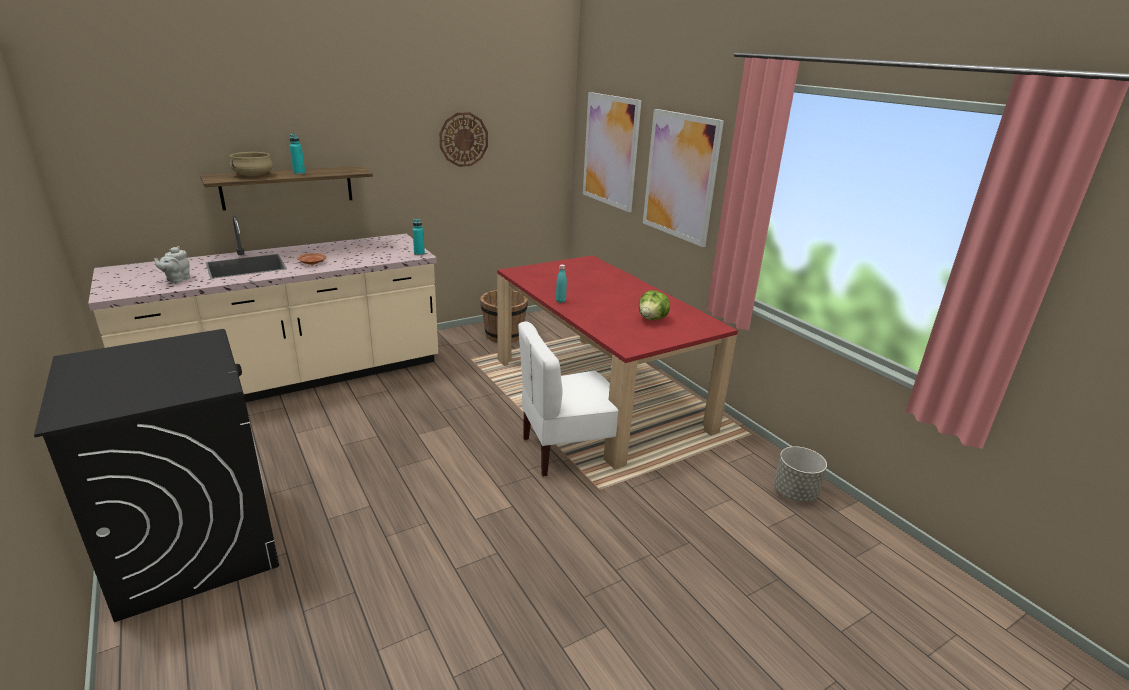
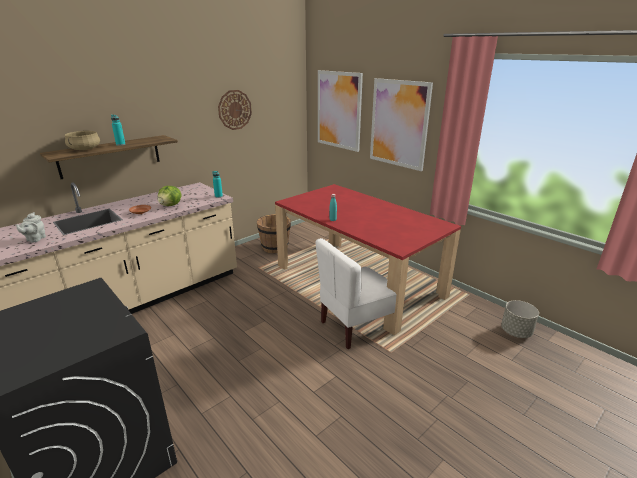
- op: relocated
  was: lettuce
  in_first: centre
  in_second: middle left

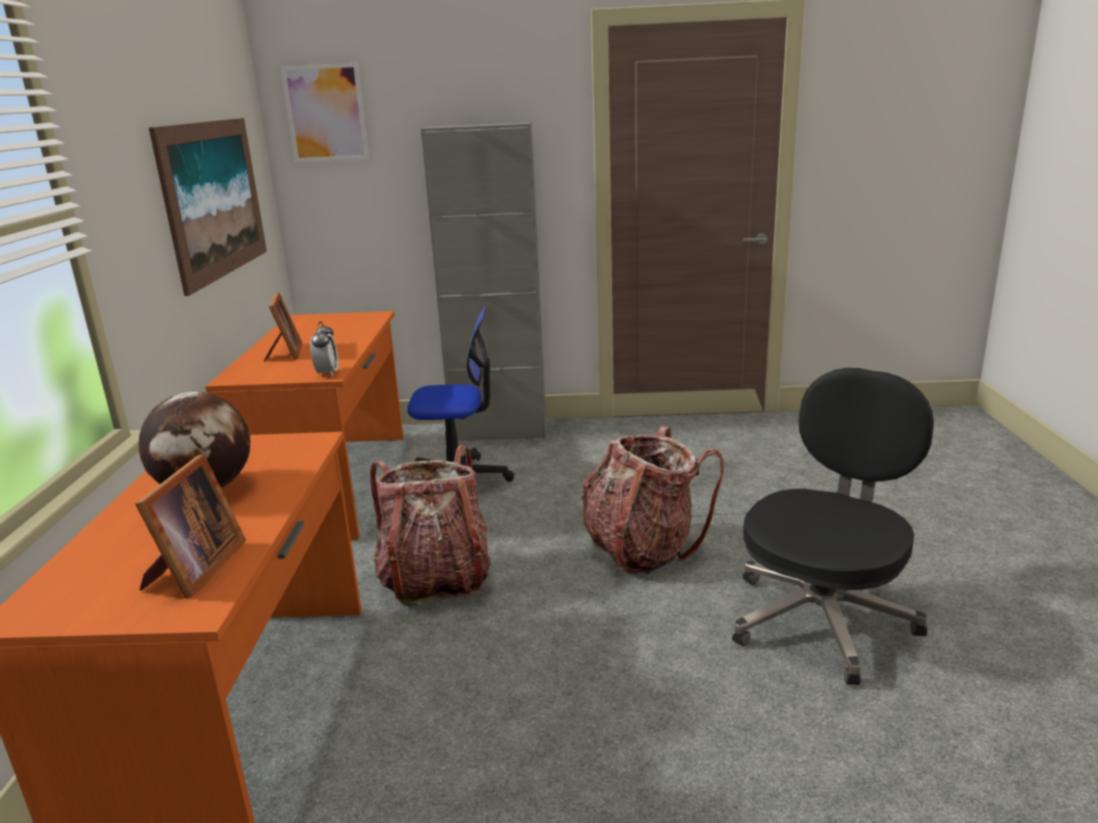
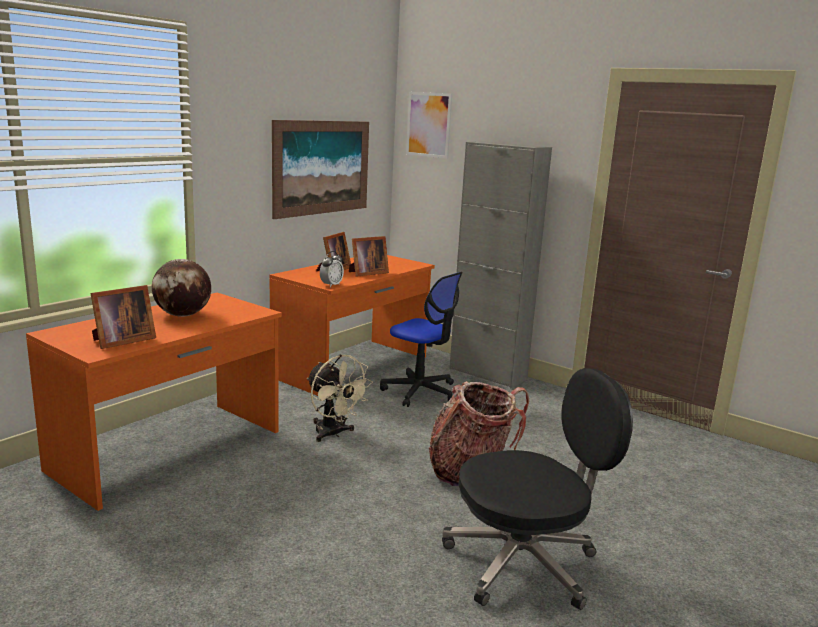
- op: exchanged
  was: backpack (no. 1 from left)
  now: beige fan
  in_first: centre
  in_second: centre
- op: appeared
  now: picture frame (no. 3 from left)
  in_second: centre

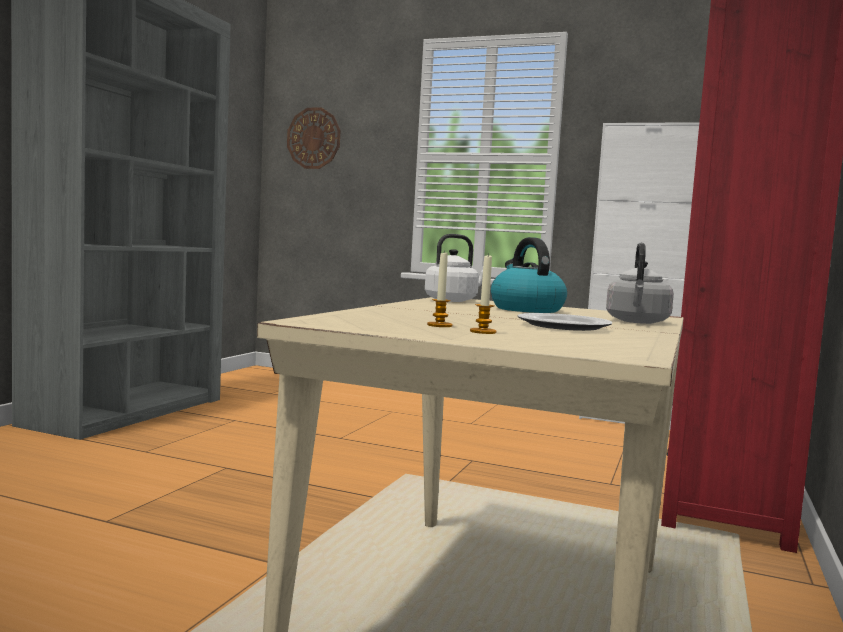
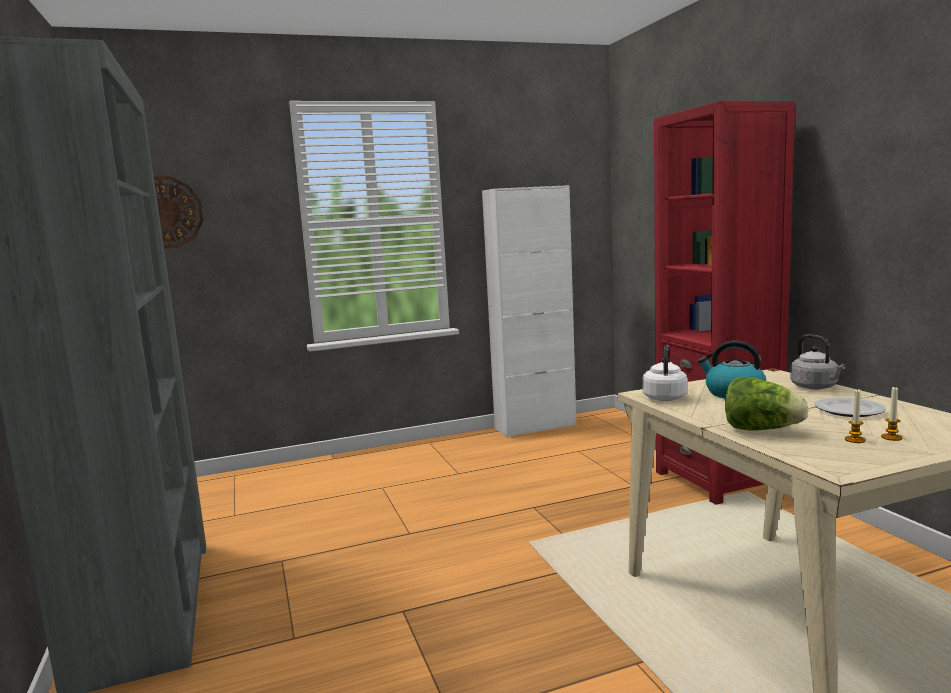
- op: appeared
  now: lettuce
  in_second: middle right

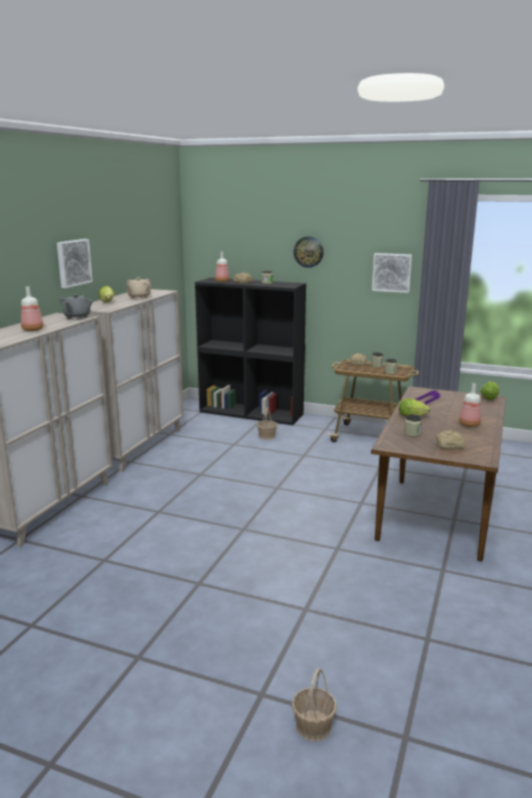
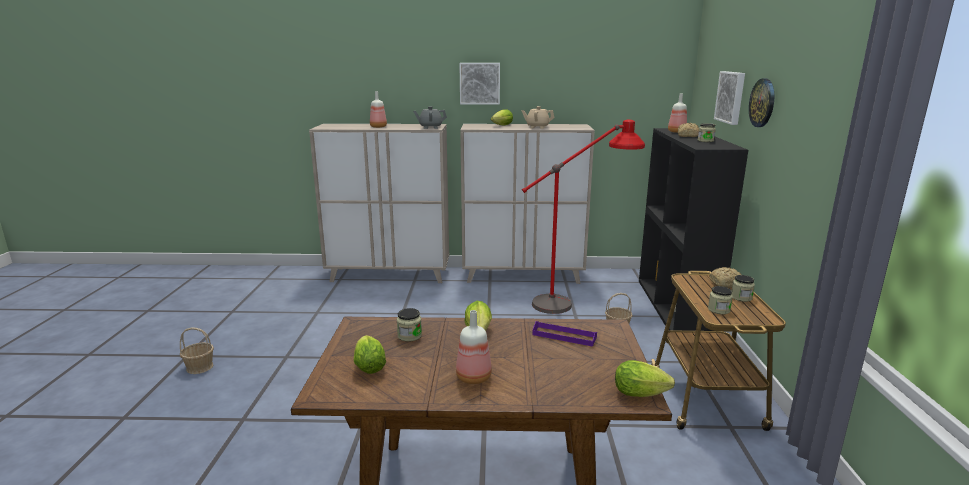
- op: relocated
  was: basket (no. 2 from left in the first image)
  now: basket (no. 1 from left)
  in_first: bottom centre
  in_second: bottom left
- op: relocated
  was: picture (no. 2 from left)
  in_first: middle right
  in_second: top right
- op: exchanged
  was: bread (no. 3 from left)
  now: lettuce (no. 1 from left)
  in_first: middle right
  in_second: bottom centre
- op: appeared
  now: red floor lamp
  in_second: centre

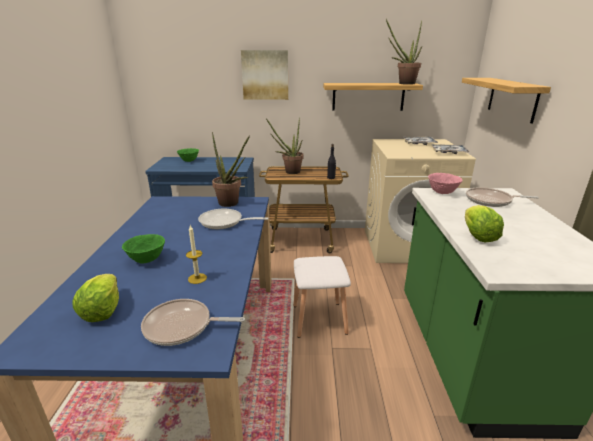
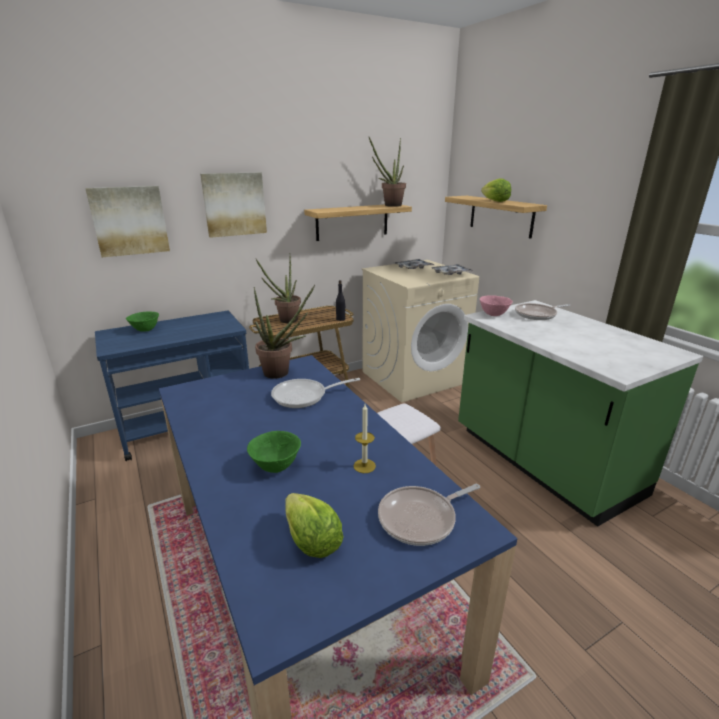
- op: relocated
  was: lettuce (no. 2 from left)
  in_first: middle right
  in_second: top right
- op: appeared
  now: picture (no. 1 from left)
  in_second: top left

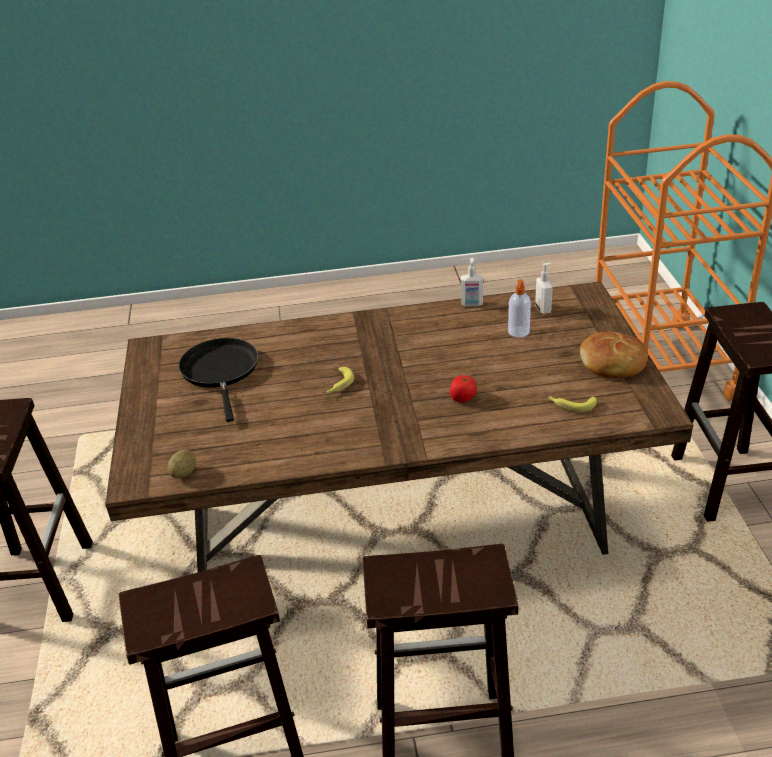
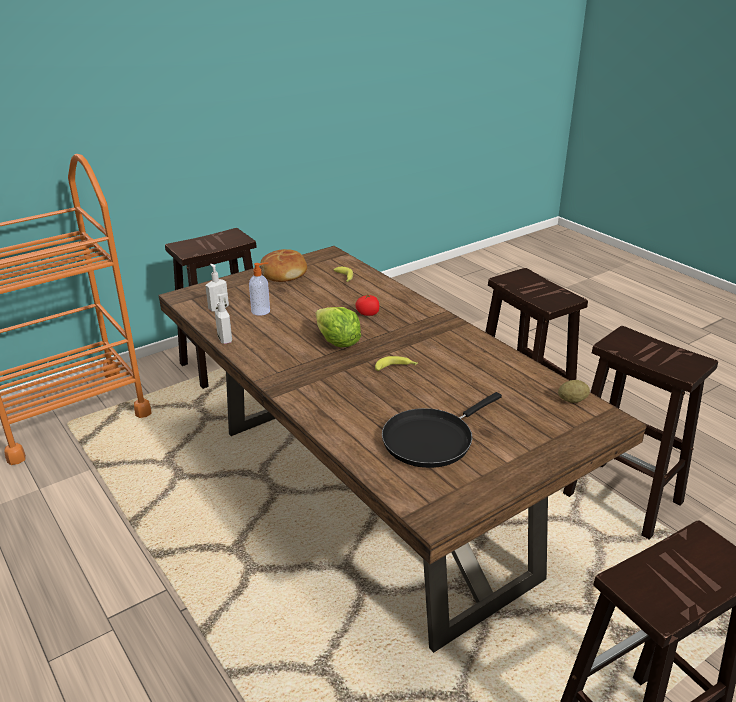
- op: appeared
  now: lettuce
  in_second: centre

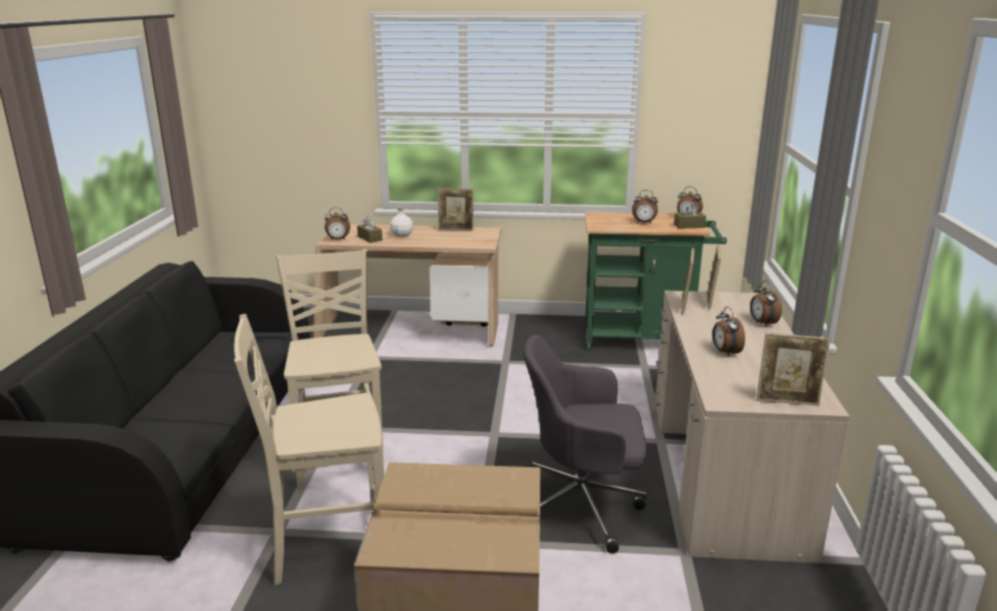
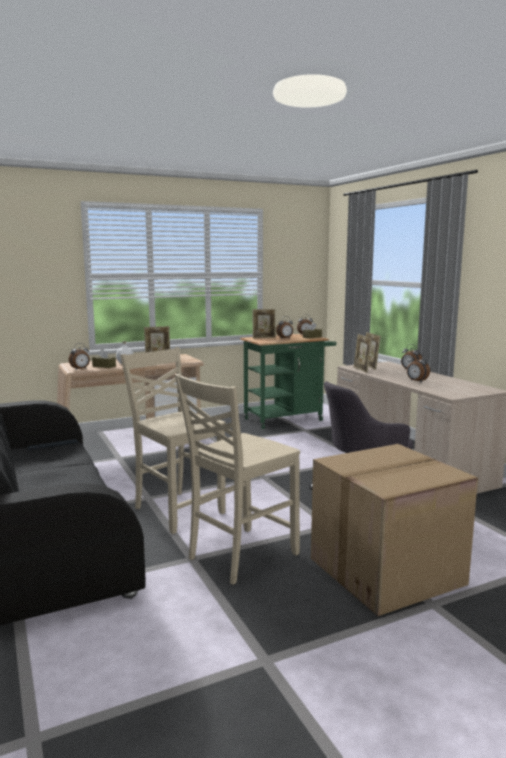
- op: relocated
  was: picture frame (no. 4 from left in the first image)
  now: picture frame (no. 2 from left)
  in_first: middle right
  in_second: centre

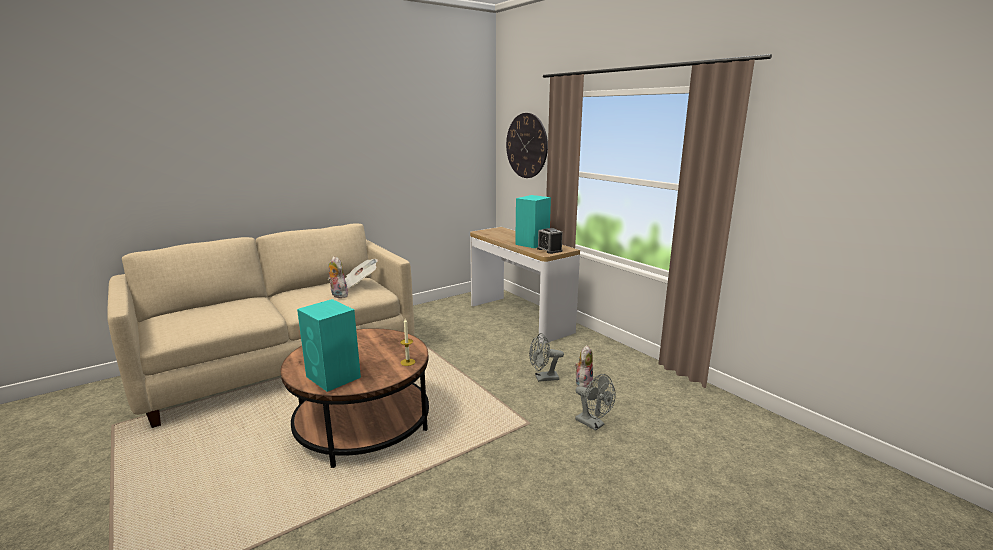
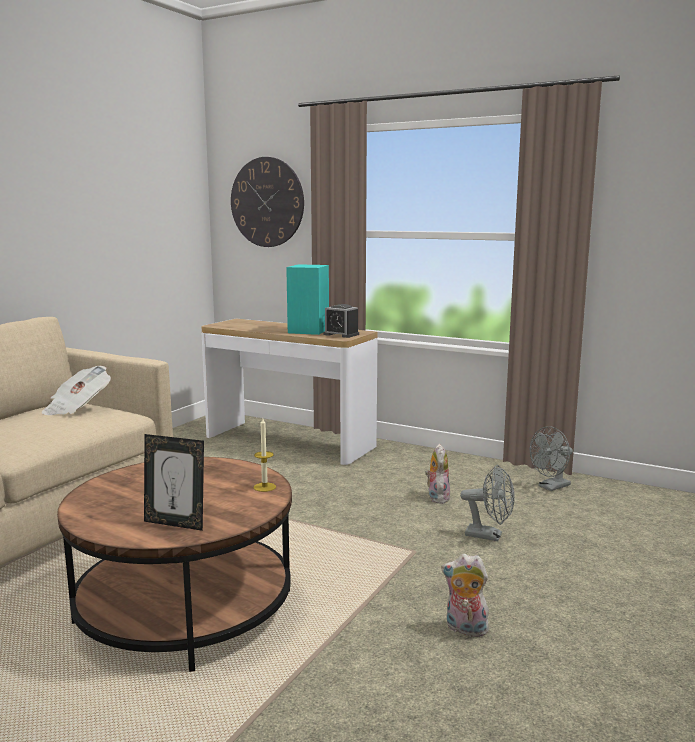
- op: exchanged
  was: turquoise speaker (no. 1 from left)
  now: picture frame
  in_first: middle left
  in_second: middle left
- op: relocated
  was: plush toy (no. 1 from left in the first image)
  now: plush toy (no. 2 from left)
  in_first: centre
  in_second: bottom right
- op: relocated
  was: grey fan (no. 1 from left in the first image)
  now: grey fan (no. 2 from left)
  in_first: centre
  in_second: middle right

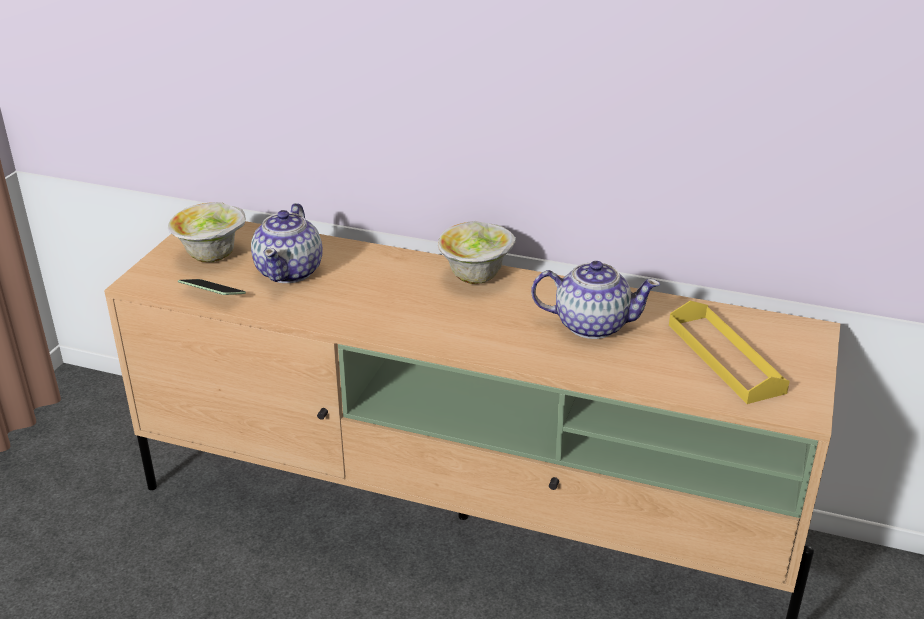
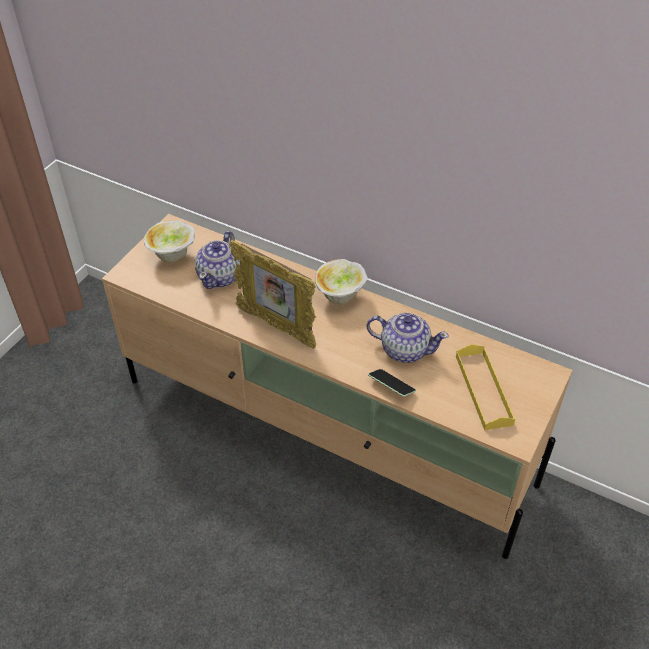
- op: relocated
  was: phone
  in_first: middle left
  in_second: centre
- op: appeared
  now: picture frame
  in_second: centre

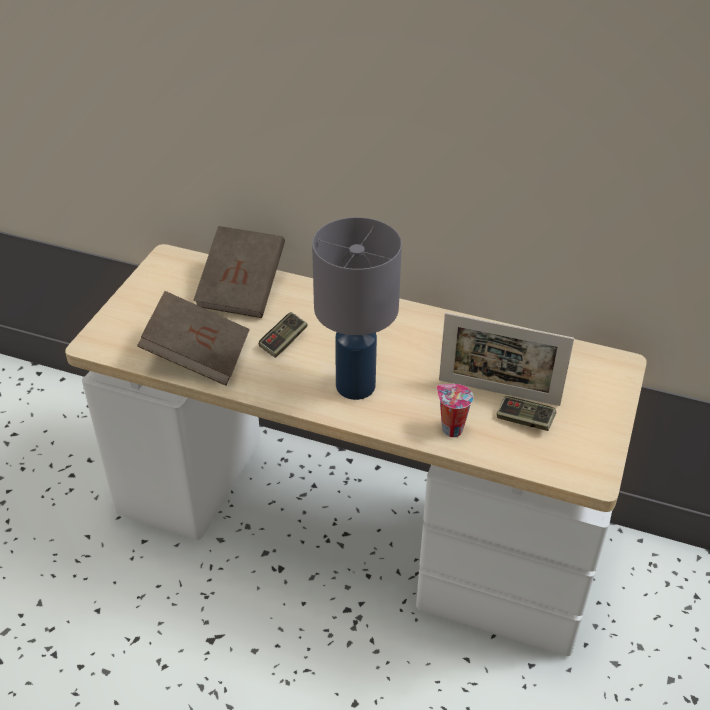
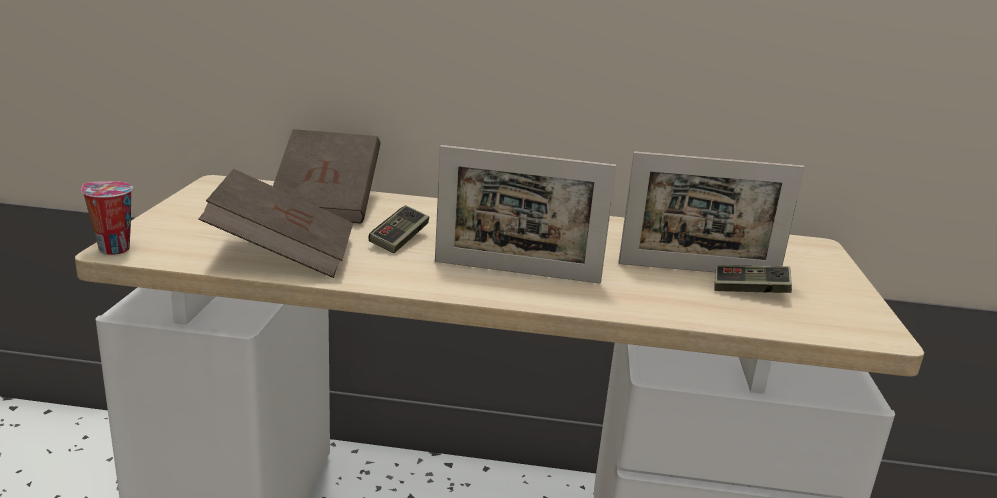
- op: exchanged
  was: grey table lamp
  now: picture frame (no. 1 from left)
  in_first: centre
  in_second: centre
- op: relocated
  was: cup
  in_first: centre
  in_second: middle left

